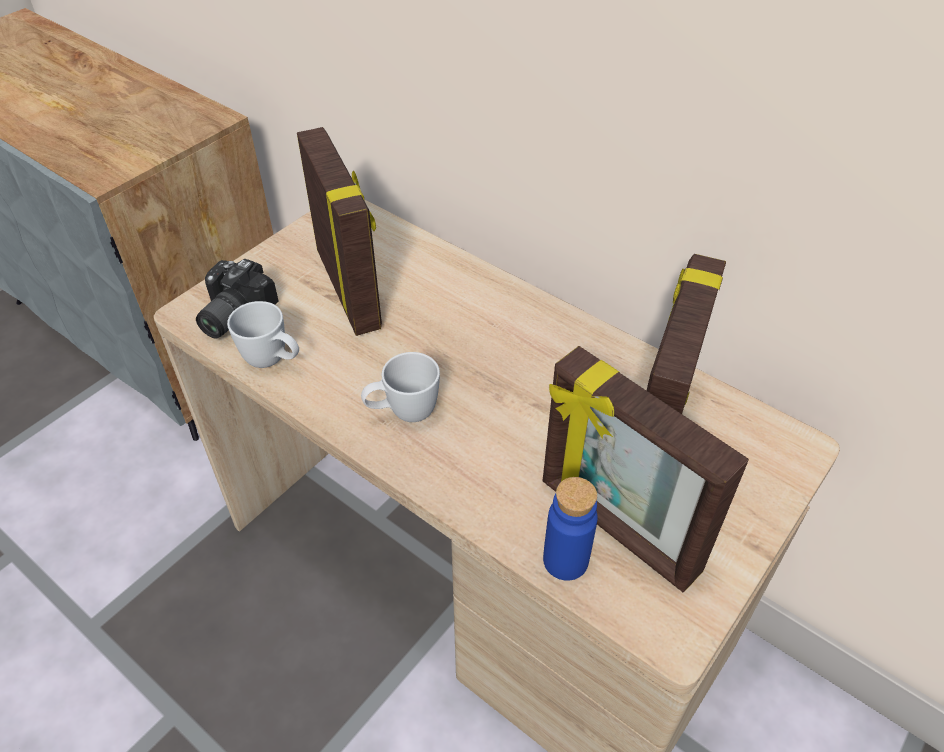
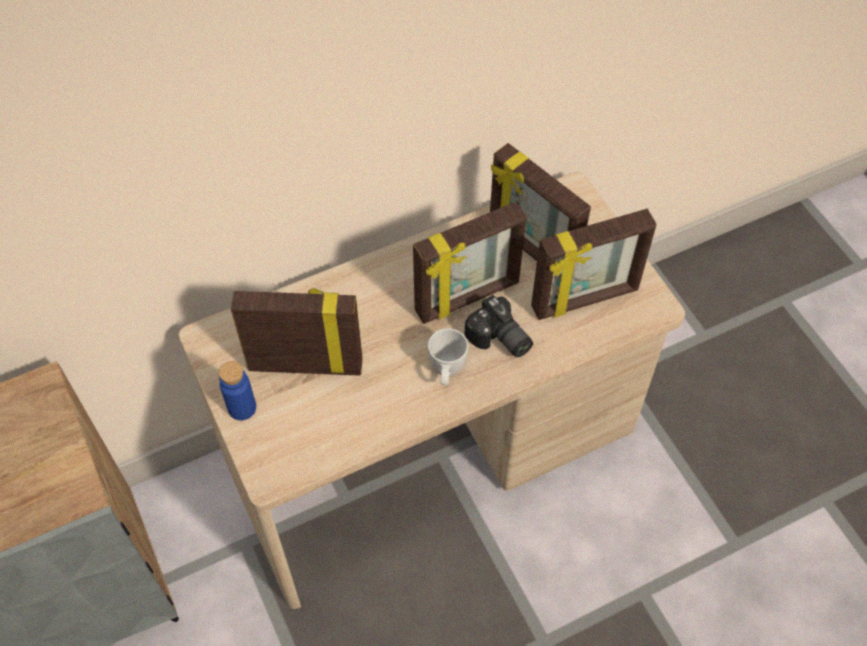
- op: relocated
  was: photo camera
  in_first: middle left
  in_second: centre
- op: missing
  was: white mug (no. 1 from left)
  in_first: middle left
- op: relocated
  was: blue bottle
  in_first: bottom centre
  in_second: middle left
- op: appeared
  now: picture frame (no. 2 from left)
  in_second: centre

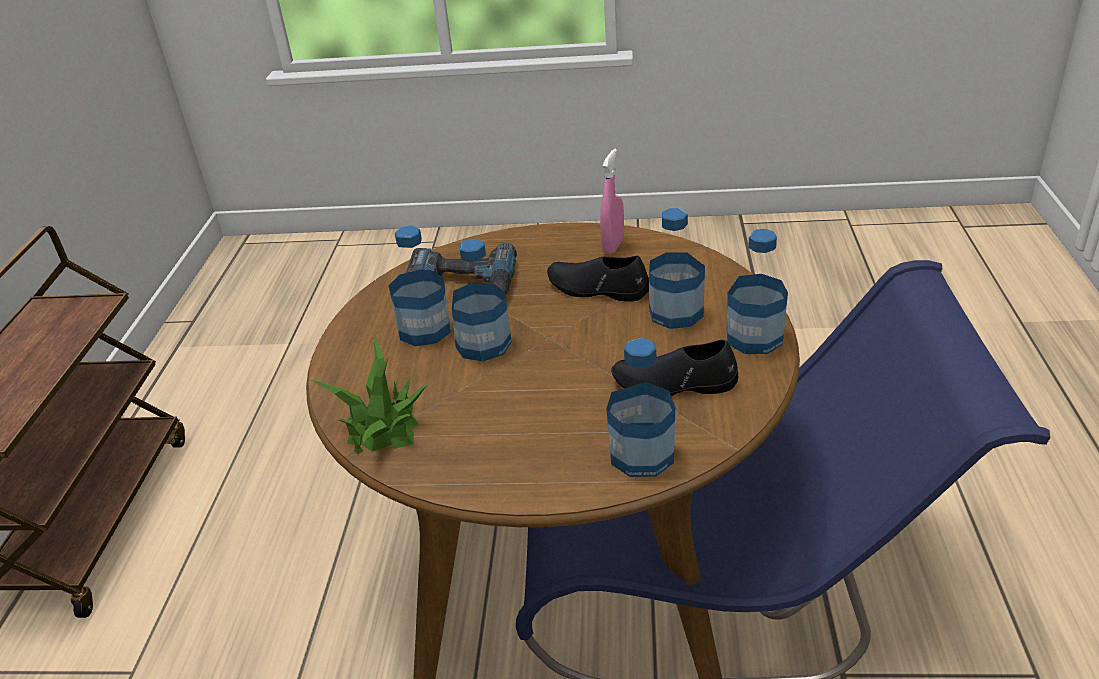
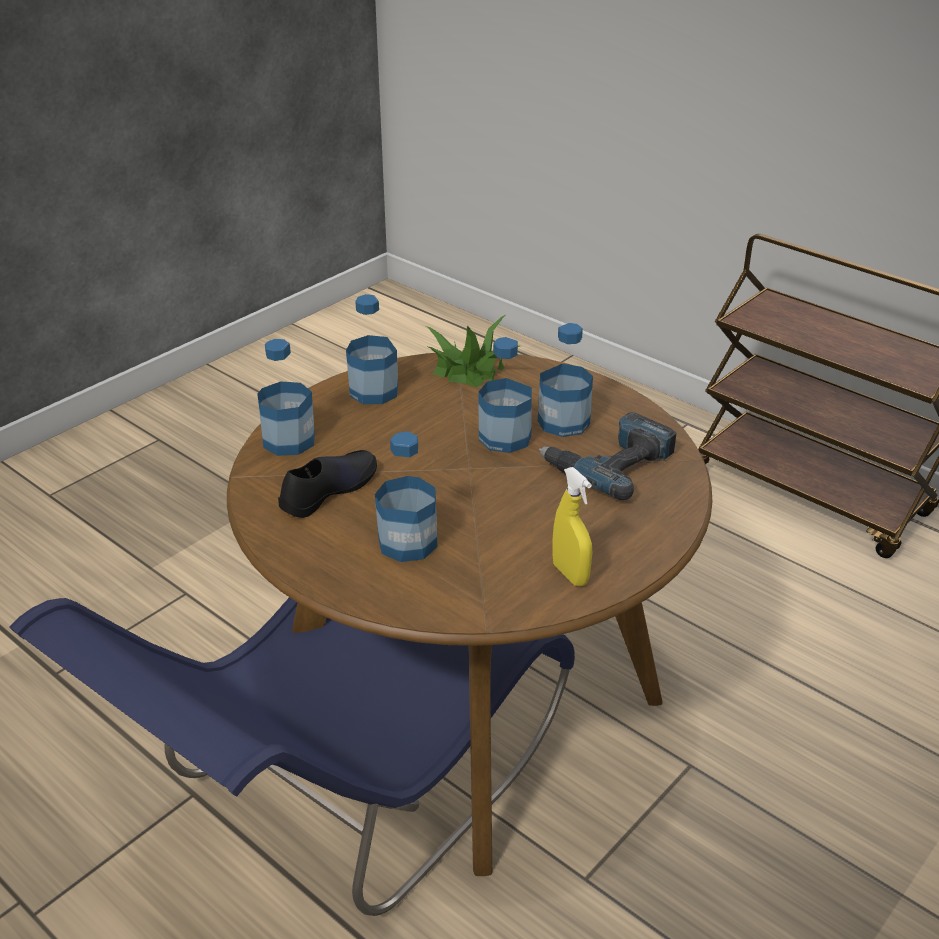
- op: missing
  was: black shoe (no. 1 from left)
  in_first: centre
- op: colour
  was: pink spray bottle
  now: yellow spray bottle
  in_first: top centre
  in_second: centre
- op: relocated
  was: bottle (no. 5 from left in the first image)
  now: bottle (no. 2 from left)
  in_first: middle right
  in_second: centre

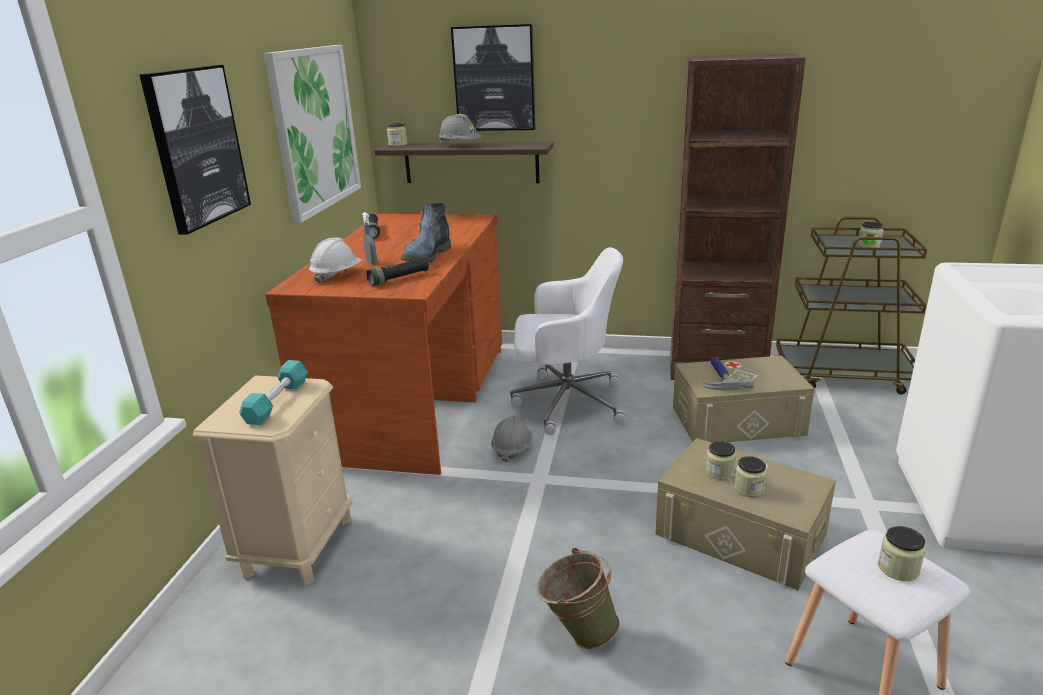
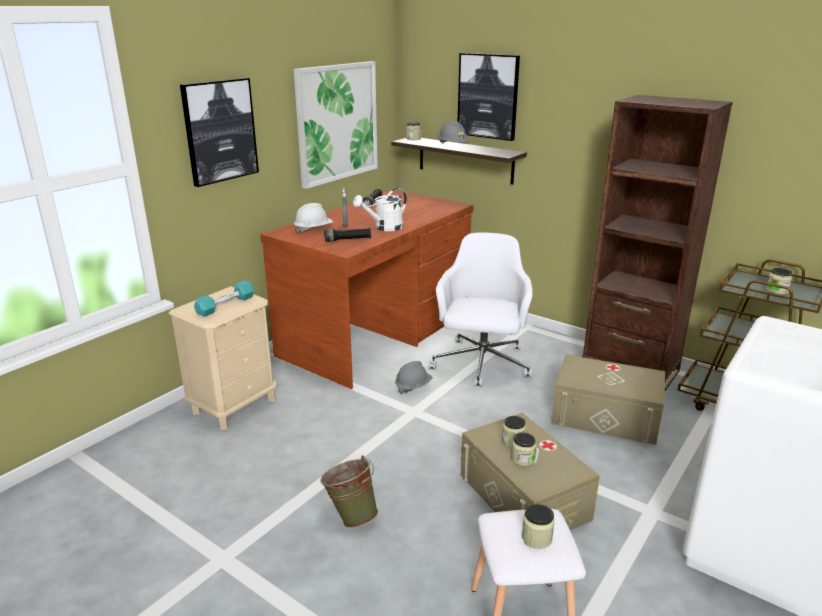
- op: exchanged
  was: boot
  now: white watering can
  in_first: centre
  in_second: centre
- op: spun
  was: white office chair
  in_first: centre
  in_second: centre
  clockwise: -105
- op: missing
  was: hammer
  in_first: middle right

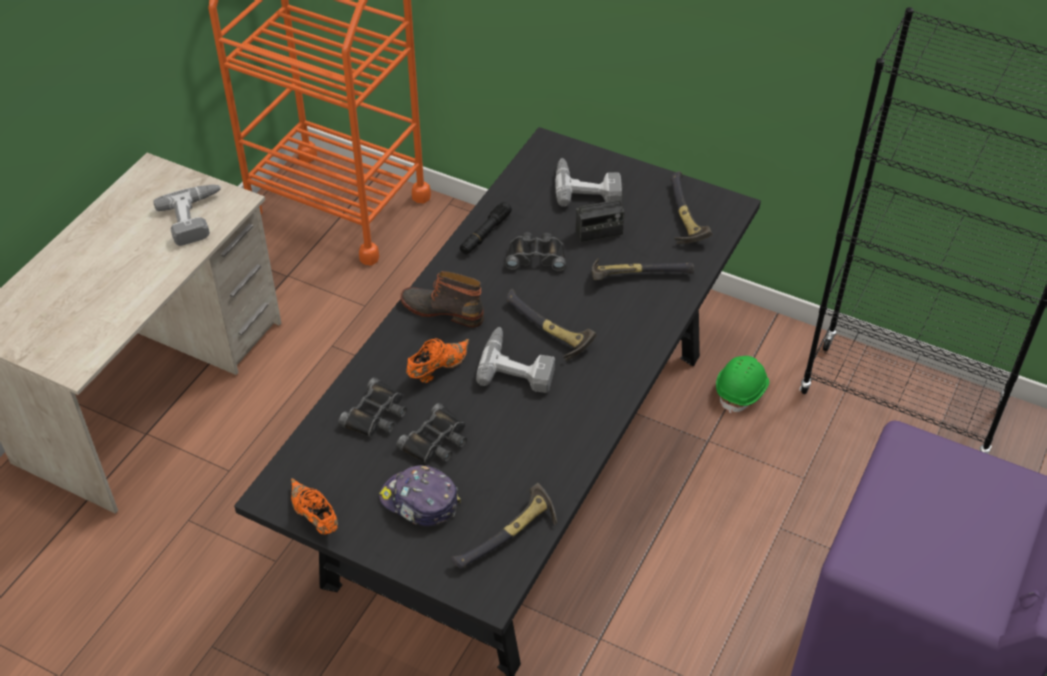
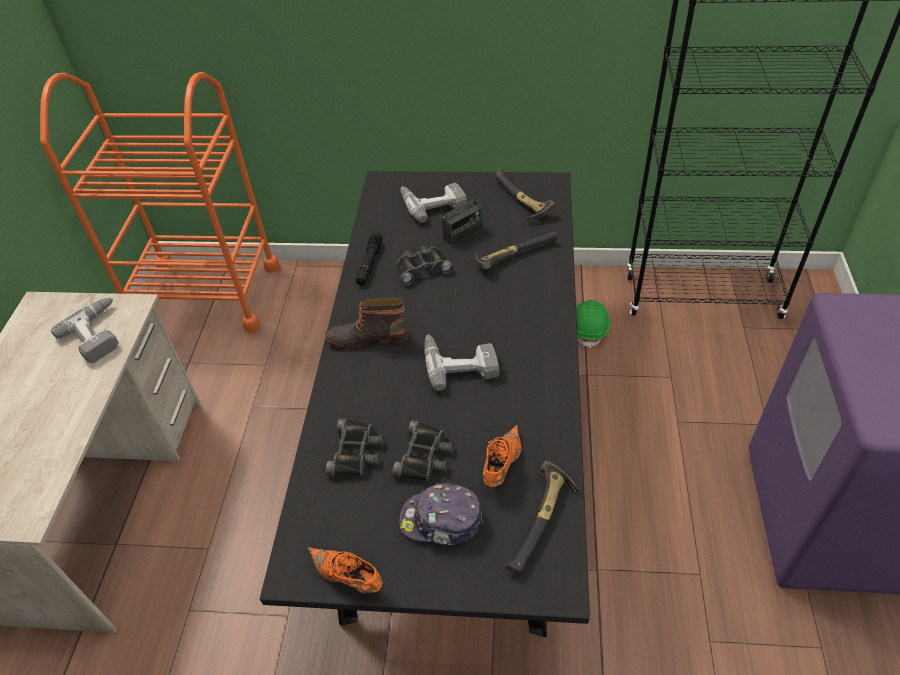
- op: relocated
  was: orange shoe (no. 2 from left)
  in_first: centre
  in_second: bottom centre
- op: missing
  was: hammer (no. 2 from left)
  in_first: centre

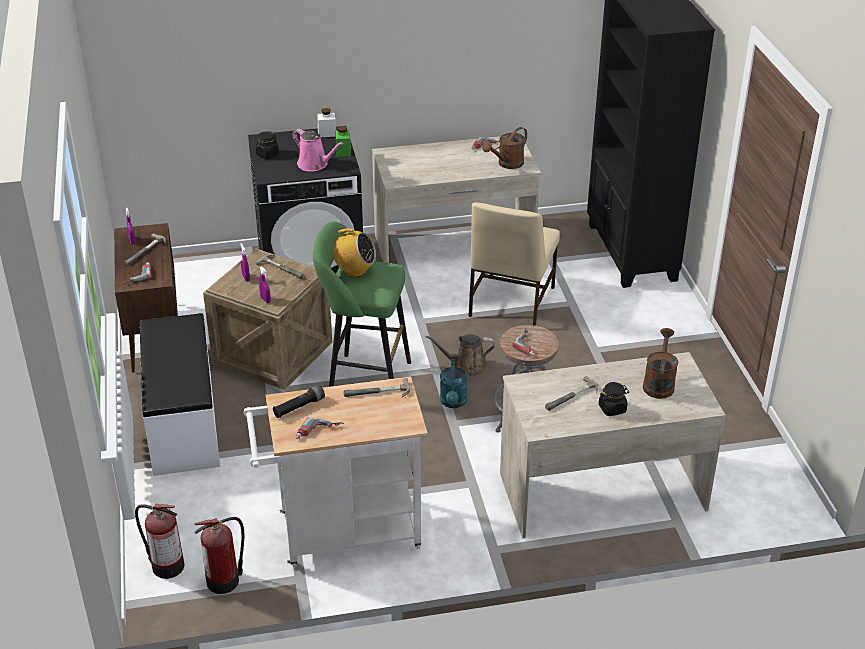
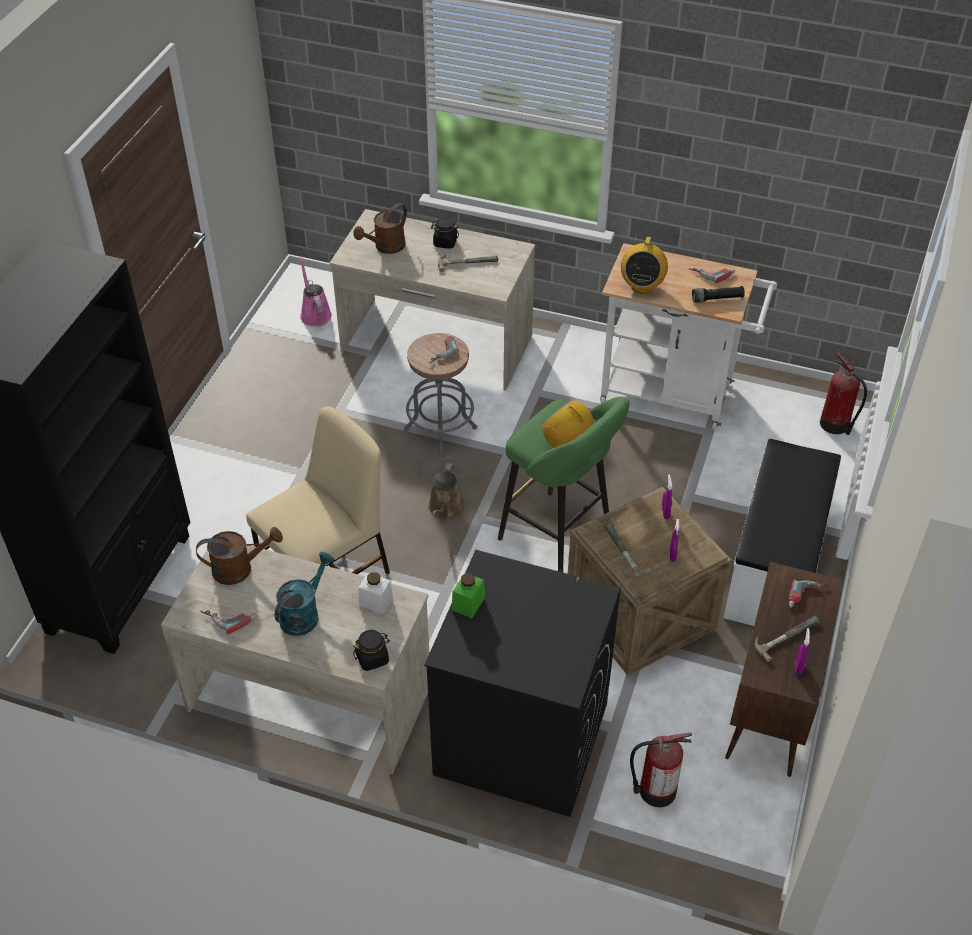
- op: relocated
  was: fire extinguisher (no. 2 from left in the first image)
  now: fire extinguisher (no. 1 from left)
  in_first: bottom left
  in_second: bottom right
- op: relocated
  was: black jar (no. 1 from left)
  in_first: top left
  in_second: bottom centre
- op: relocated
  was: pink watering can
  in_first: top centre
  in_second: top left
- op: relocated
  was: white jar
  in_first: top centre
  in_second: centre
- op: exchanged
  was: hammer (no. 3 from left)
  now: radio (no. 2 from left)
  in_first: centre
  in_second: top centre
- op: spun
  was: brown watering can (no. 1 from left in the first image)
  in_first: centre
  in_second: centre
  clockwise: 75
- op: relocated
  was: turquoise watering can
  in_first: centre
  in_second: middle left

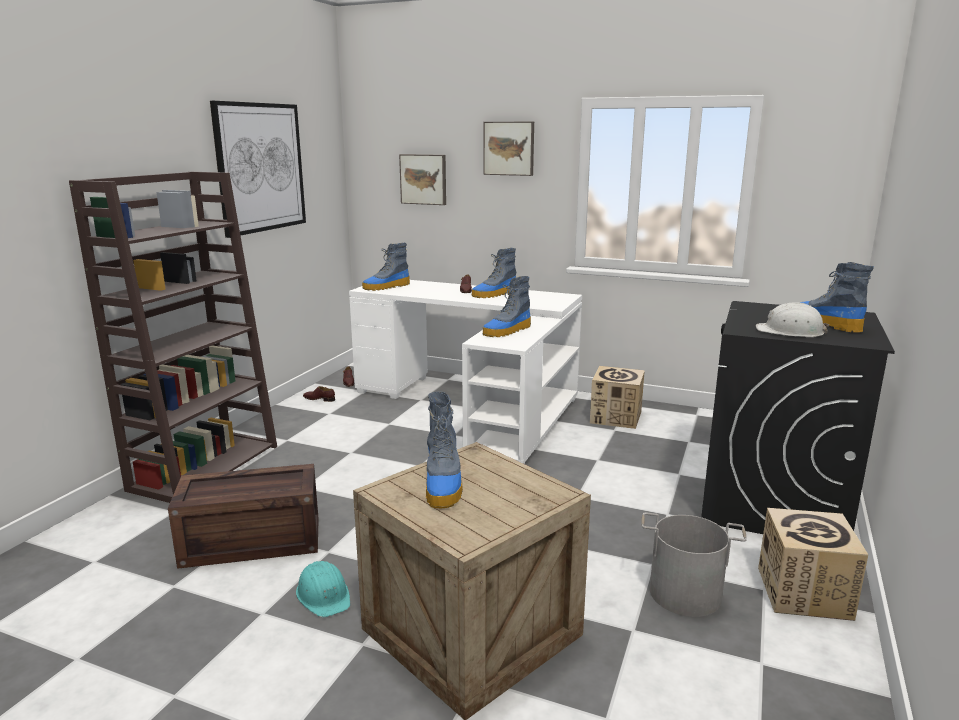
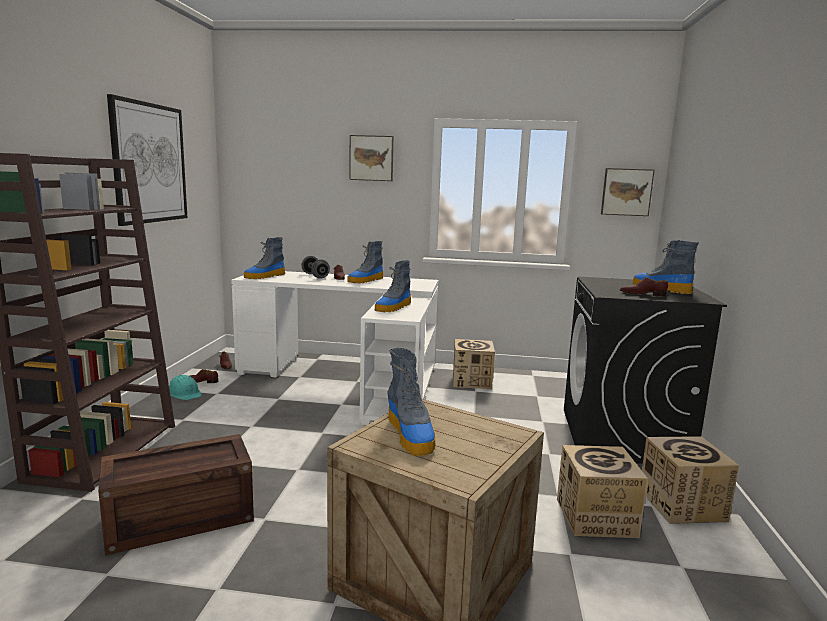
- op: relocated
  was: turquoise hard hat
  in_first: bottom centre
  in_second: middle left
- op: relocated
  was: picture (no. 2 from left in the first image)
  now: picture (no. 3 from left)
  in_first: top centre
  in_second: top right
- op: exchanged
  was: grey bucket
  now: cardboard box (no. 2 from left)
  in_first: bottom right
  in_second: bottom right
- op: exchanged
  was: white hard hat
  now: brown shoe (no. 4 from left)
  in_first: middle right
  in_second: middle right
- op: appeared
  now: grey dumbbell
  in_second: centre

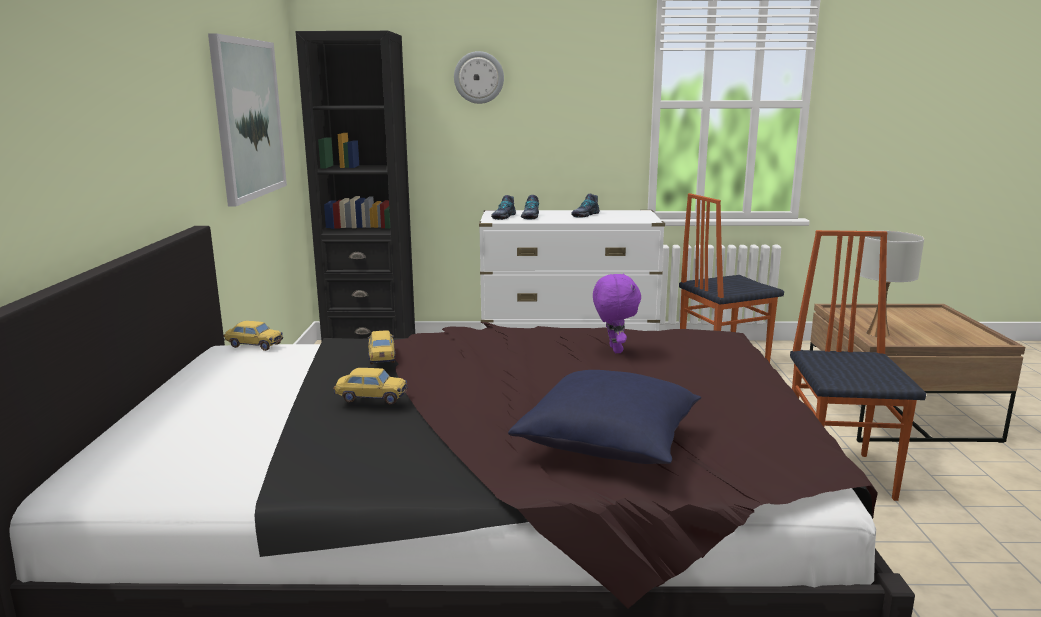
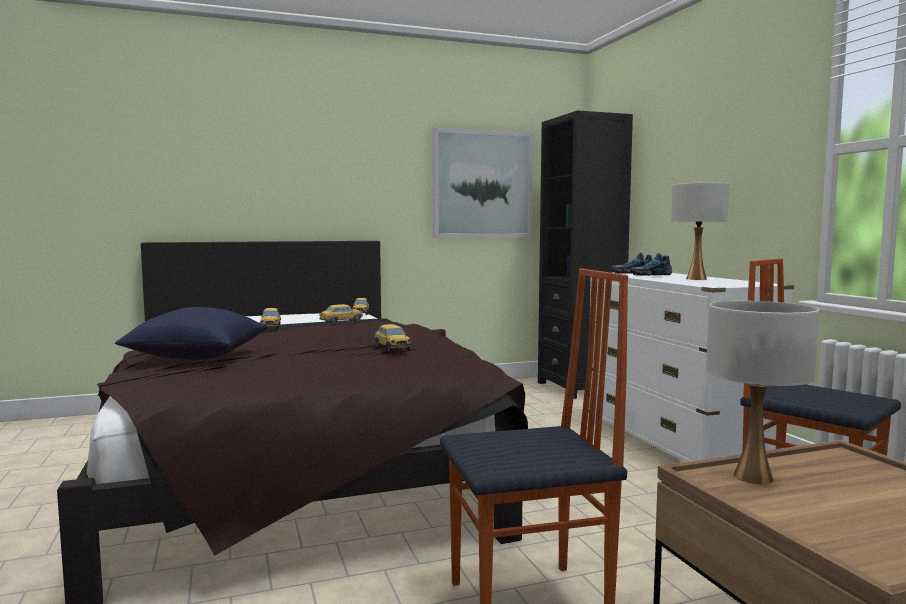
- op: missing
  was: wall clock
  in_first: top centre
- op: exchanged
  was: shoe (no. 3 from left)
  now: white table lamp (no. 1 from left)
  in_first: centre
  in_second: middle right
- op: exchanged
  was: purple plush toy
  now: toy car (no. 4 from left)
  in_first: centre
  in_second: centre

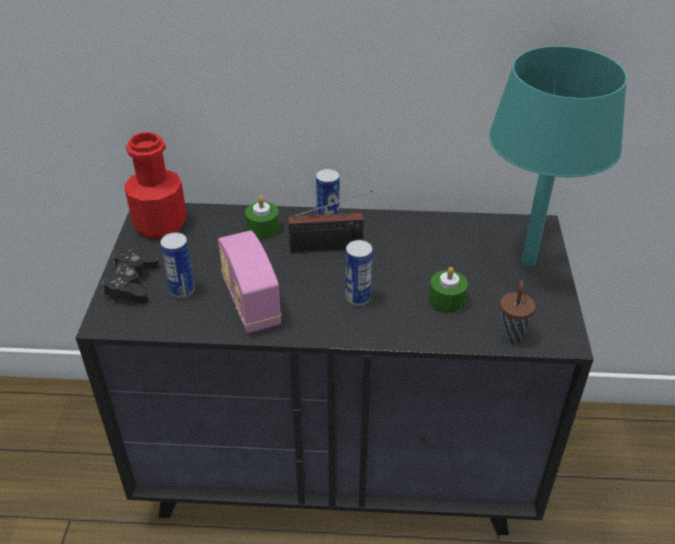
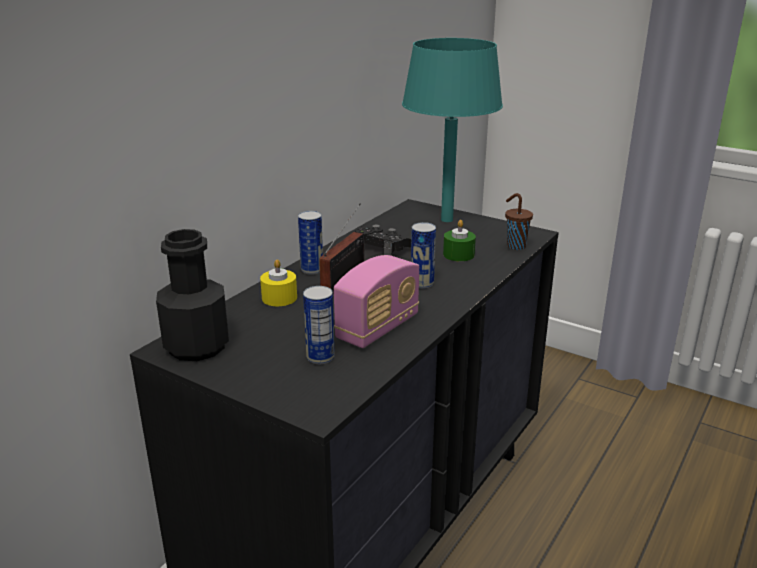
- op: relocated
  was: black game controller
  in_first: middle left
  in_second: centre
- op: colour
  was: red bottle
  now: black bottle
  in_first: middle left
  in_second: middle left
- op: spun
  was: radio (no. 1 from left in the first image)
  in_first: centre
  in_second: centre
  clockwise: -60
- op: colour
  was: green candle (no. 1 from left)
  now: yellow candle
  in_first: centre
  in_second: centre

